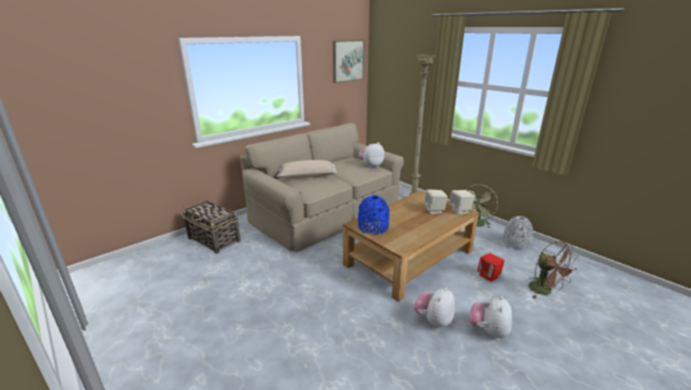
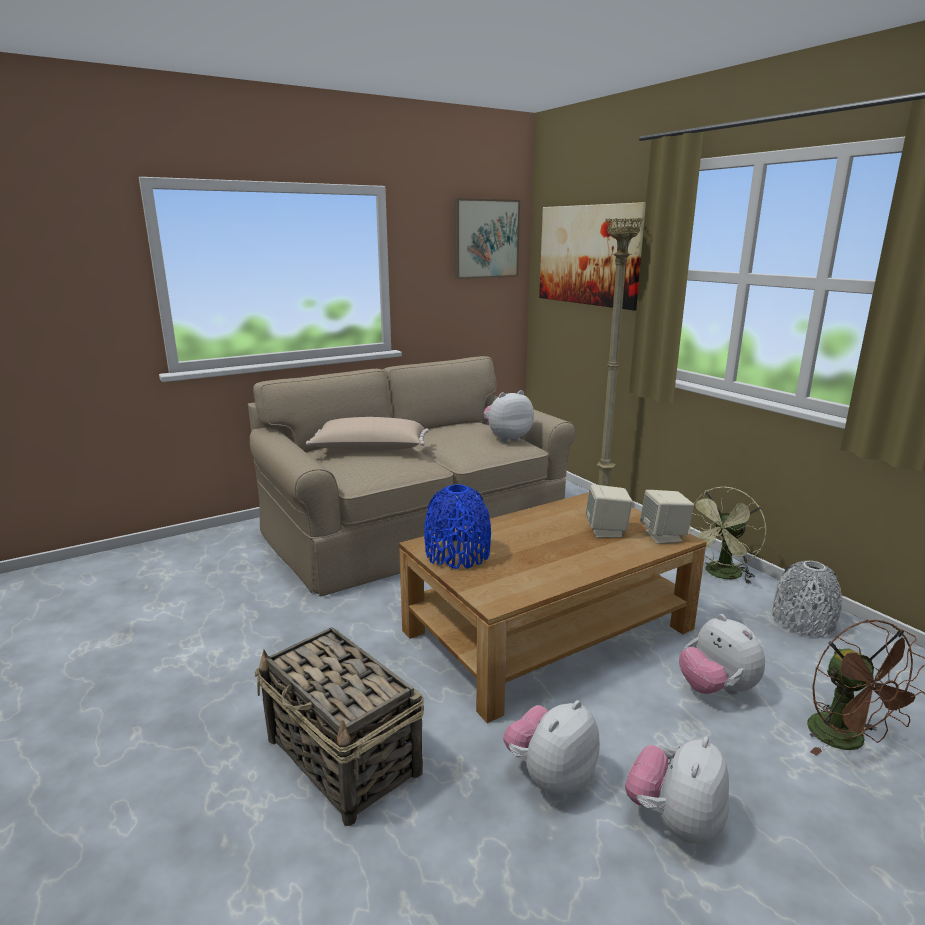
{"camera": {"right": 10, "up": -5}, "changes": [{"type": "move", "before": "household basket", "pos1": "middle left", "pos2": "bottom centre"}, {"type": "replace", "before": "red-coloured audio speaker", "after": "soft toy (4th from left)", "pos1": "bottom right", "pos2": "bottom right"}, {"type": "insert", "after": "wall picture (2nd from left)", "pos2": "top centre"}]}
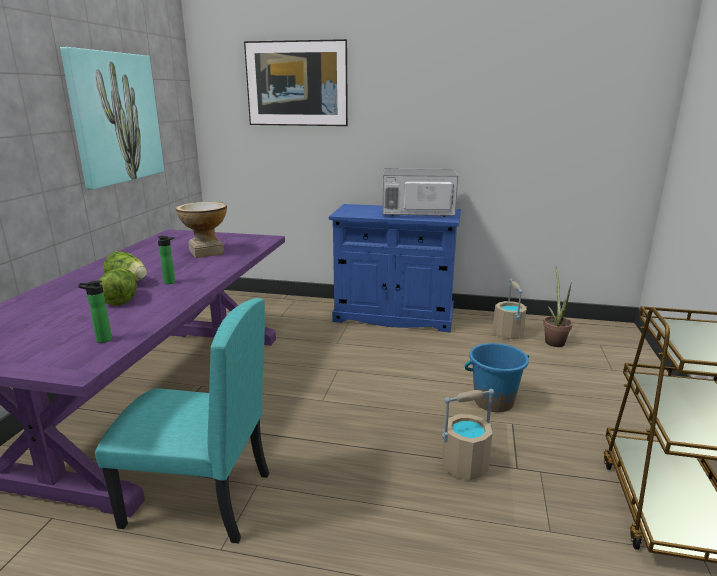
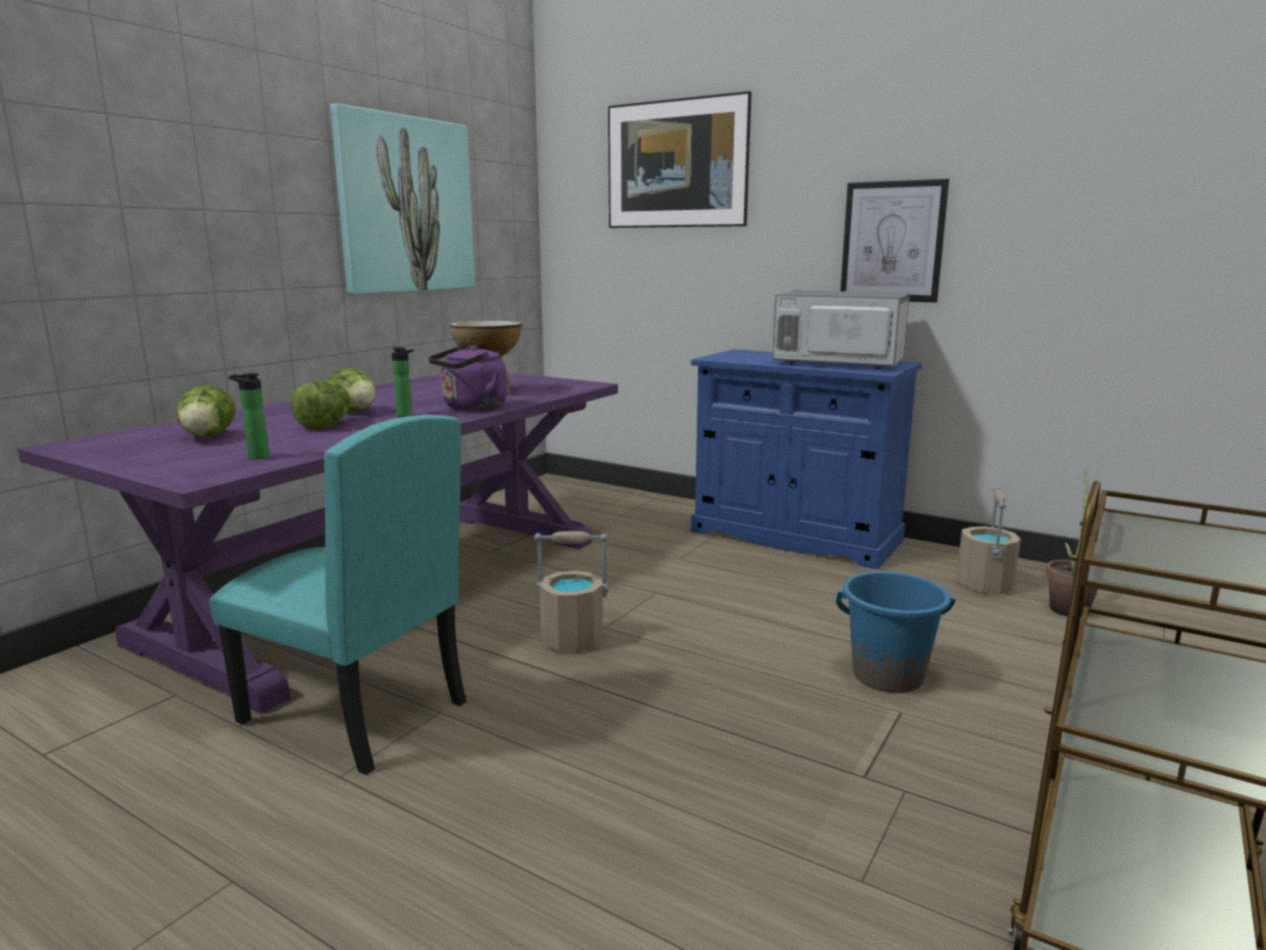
{"camera": {"right": 20, "up": -5}, "changes": [{"type": "move", "before": "beige-coloured pail (1st from left)", "pos1": "bottom centre", "pos2": "centre"}, {"type": "insert", "after": "lettuce (1st from left)", "pos2": "middle left"}, {"type": "insert", "after": "purple-coloured water kettle", "pos2": "centre"}, {"type": "insert", "after": "wall picture (3rd from left)", "pos2": "top right"}]}
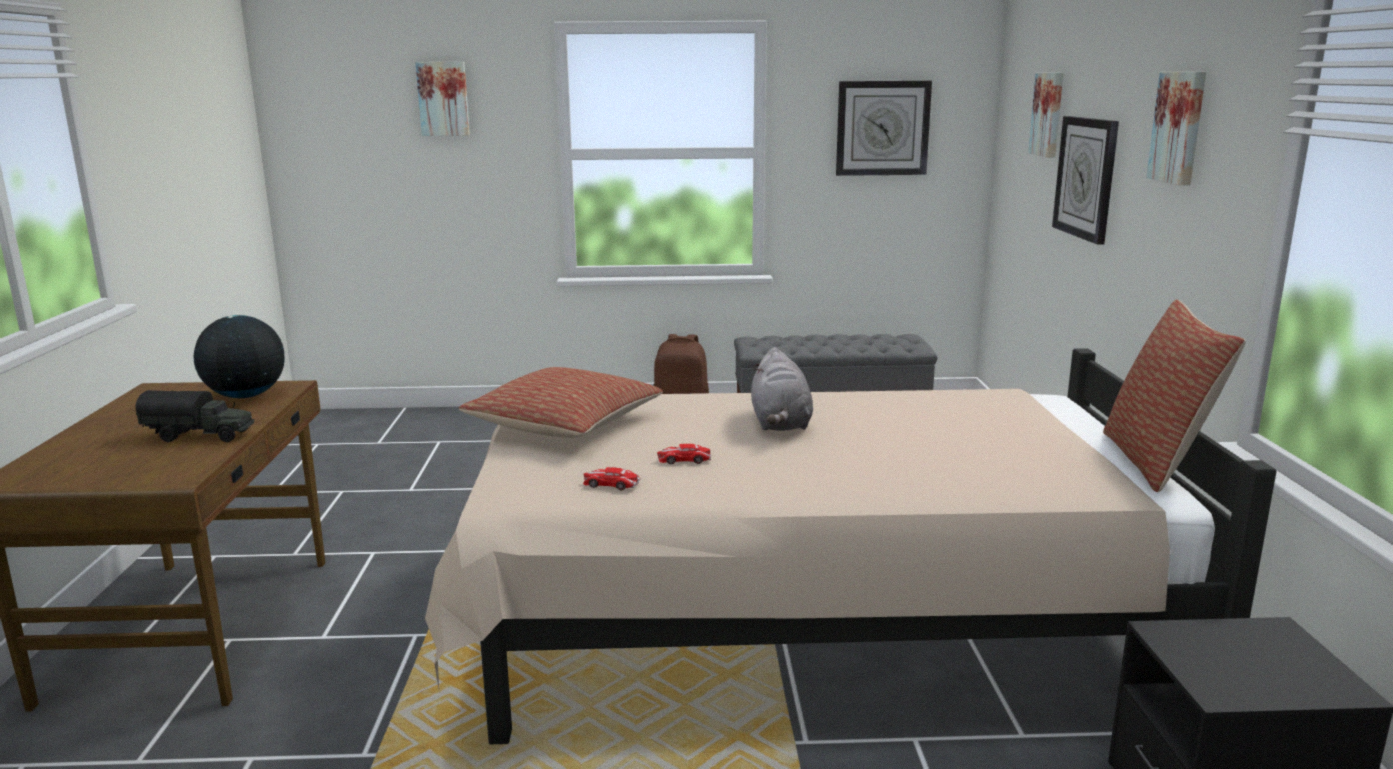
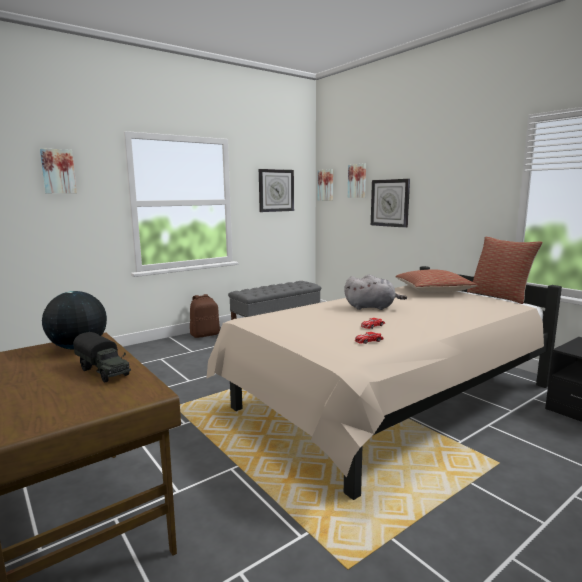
{"camera": {"right": -35, "up": -5}, "changes": [{"type": "rotate", "before": "model truck", "pos1": "middle left", "pos2": "middle left", "turn": 75}, {"type": "move", "before": "pillow (1st from left)", "pos1": "centre", "pos2": "middle right"}, {"type": "rotate", "before": "greyish soft toy", "pos1": "centre", "pos2": "centre", "turn": -45}, {"type": "move", "before": "wall picture (3rd from left in the first image)", "after": "wall picture (2nd from left)", "pos1": "top right", "pos2": "top centre"}]}
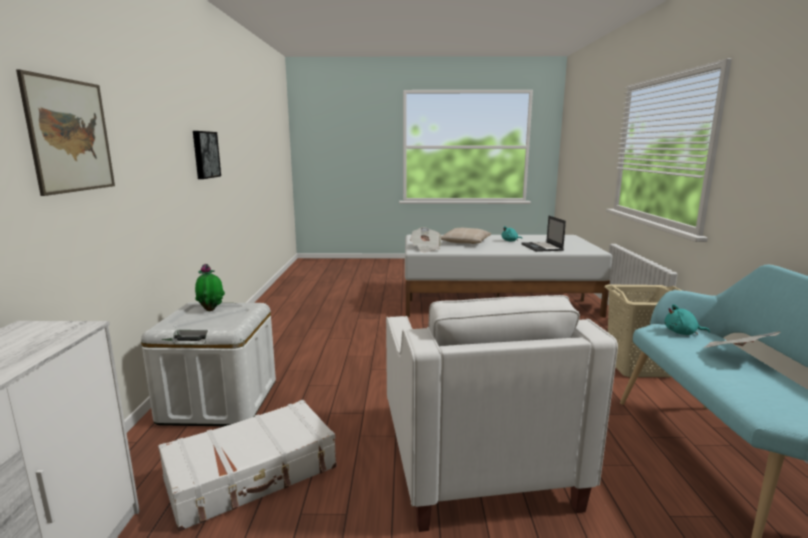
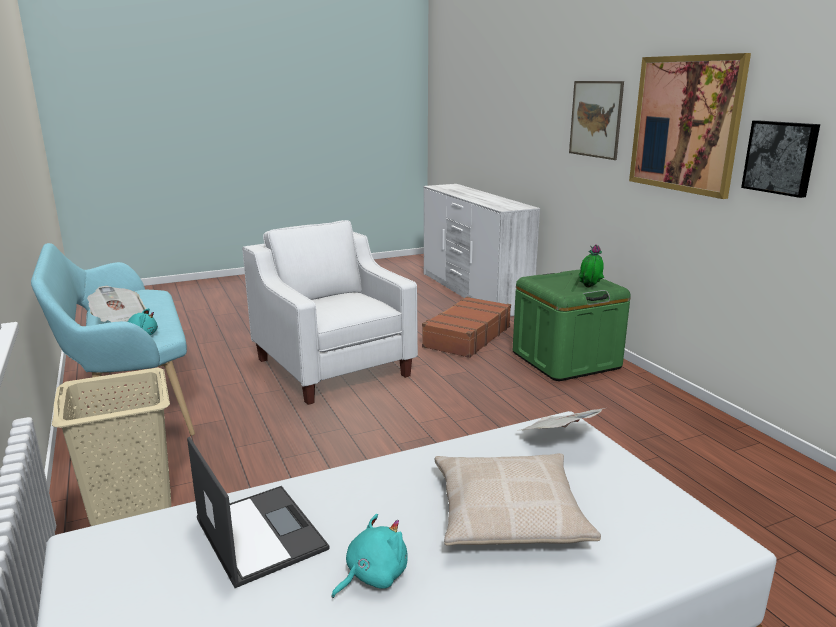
{"camera": {"right": 155, "up": 5}, "changes": [{"type": "recolor", "before": "whitish storage box", "after": "green storage box", "pos1": "bottom left", "pos2": "middle right"}, {"type": "recolor", "before": "whitish suitcase", "after": "brown-coloured suitcase", "pos1": "bottom left", "pos2": "centre"}, {"type": "insert", "after": "wall picture (2nd from left)", "pos2": "top right"}]}
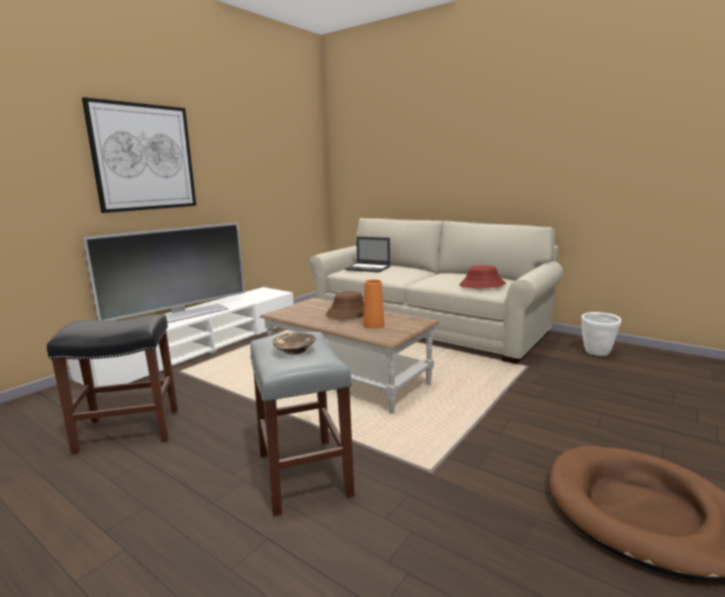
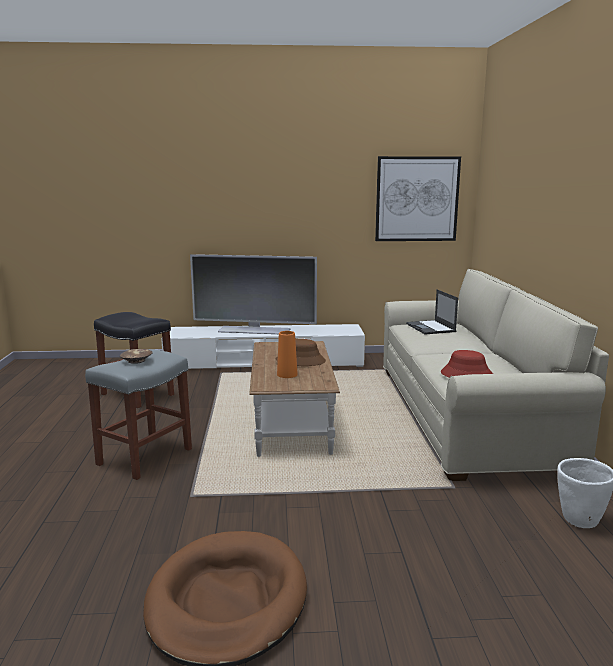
{"camera": {"right": 50, "up": 0}, "changes": [{"type": "move", "before": "wall picture", "pos1": "top left", "pos2": "top right"}]}
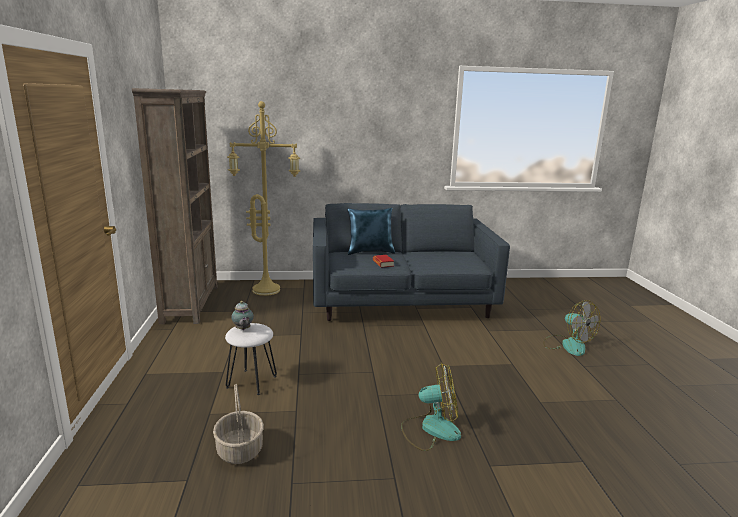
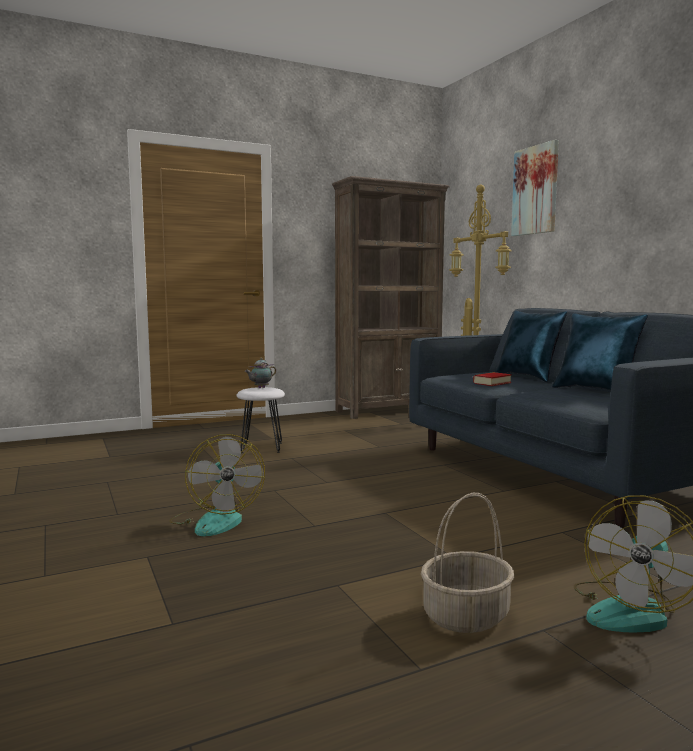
{"camera": {"right": 70, "up": -10}, "changes": [{"type": "move", "before": "household basket", "pos1": "bottom left", "pos2": "bottom right"}, {"type": "insert", "after": "wall picture", "pos2": "top right"}, {"type": "insert", "after": "blue pillow (2nd from left)", "pos2": "middle right"}]}
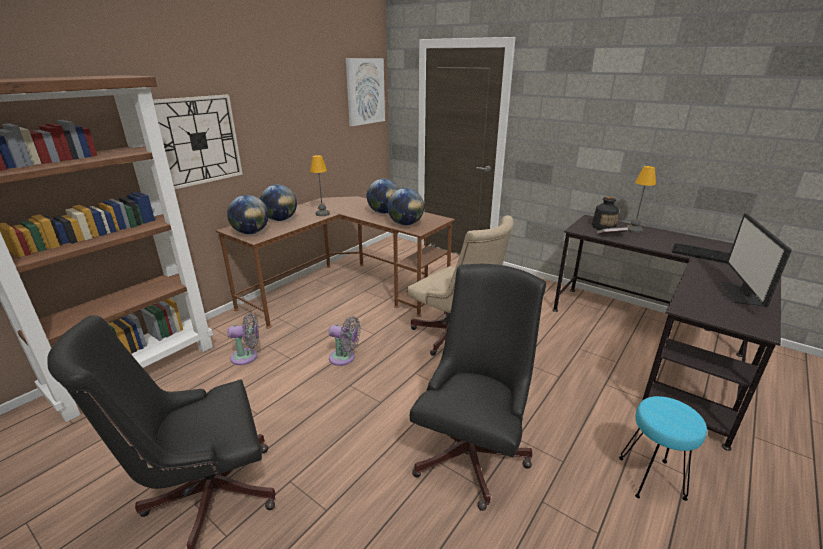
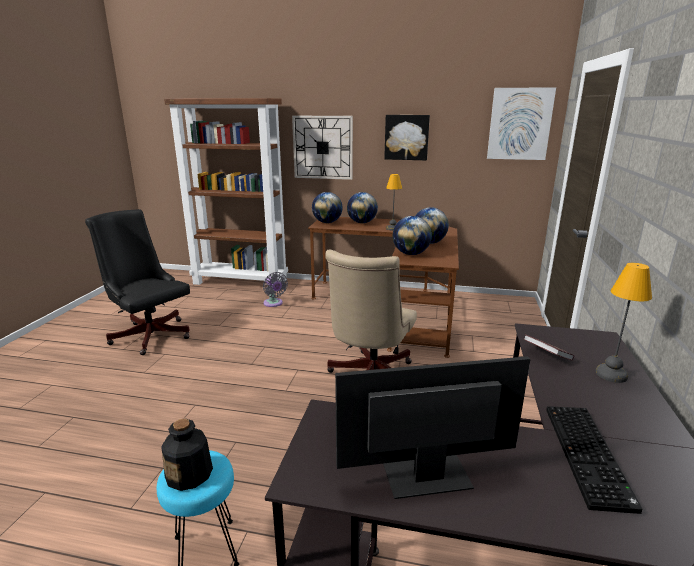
{"camera": {"right": 65, "up": -5}, "changes": [{"type": "delete", "before": "greyish fan (2nd from left)", "pos1": "centre"}, {"type": "delete", "before": "black-coloured office chair (2nd from left)", "pos1": "bottom centre"}, {"type": "move", "before": "beverage bottle", "pos1": "middle right", "pos2": "bottom left"}, {"type": "insert", "after": "wall picture (1st from left)", "pos2": "top centre"}]}
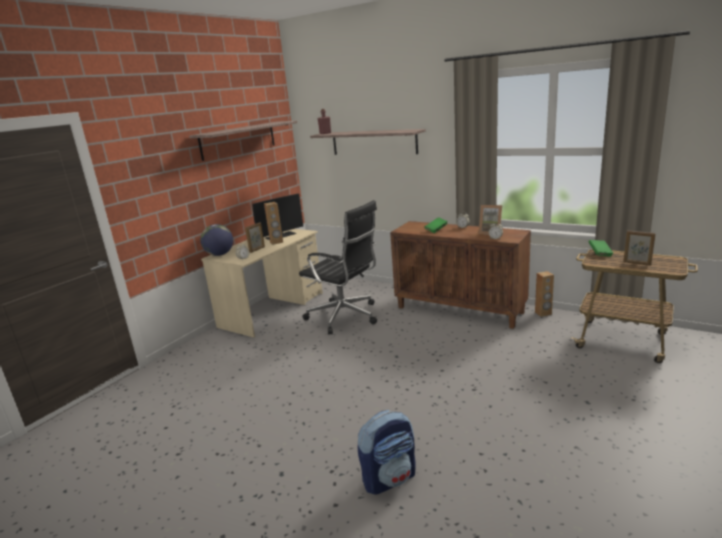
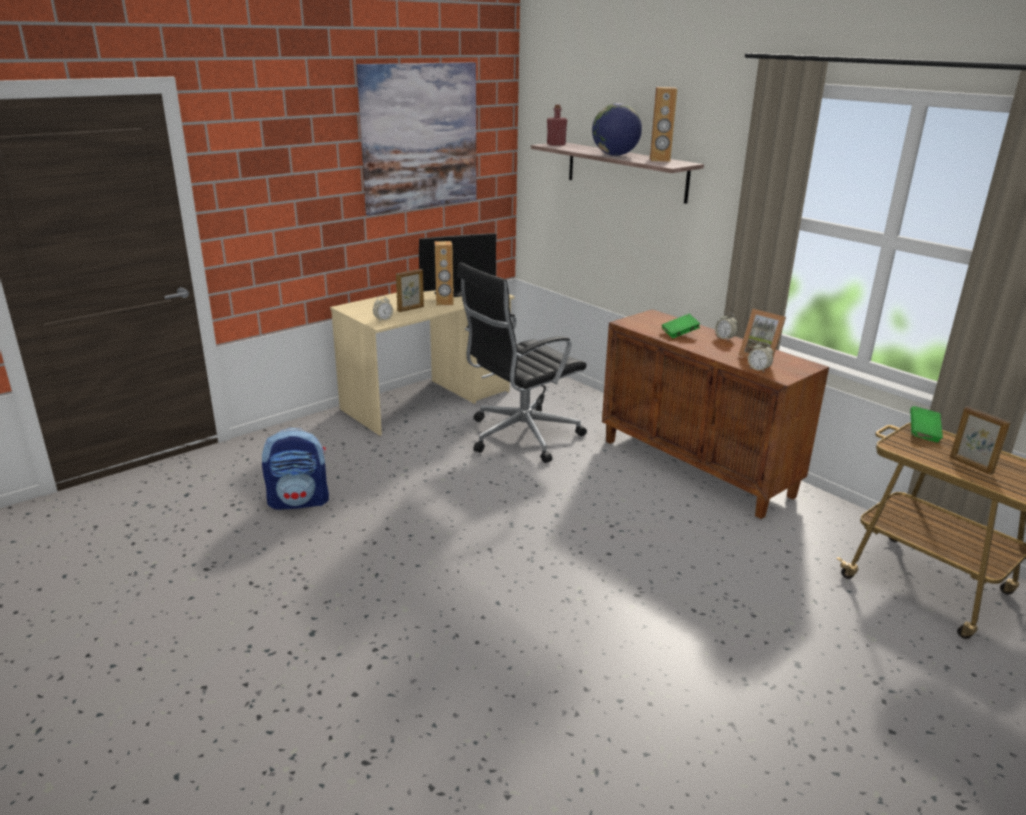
{"camera": {"right": 15, "up": 5}, "changes": [{"type": "replace", "before": "wall shelf (1st from left)", "after": "wall picture", "pos1": "top centre", "pos2": "top centre"}, {"type": "move", "before": "world globe", "pos1": "middle left", "pos2": "top centre"}, {"type": "rotate", "before": "black-coloured office chair", "pos1": "centre", "pos2": "centre", "turn": 90}, {"type": "move", "before": "rucksack", "pos1": "bottom centre", "pos2": "middle left"}, {"type": "move", "before": "brown-coloured audio speaker (2nd from left)", "pos1": "middle right", "pos2": "top centre"}]}
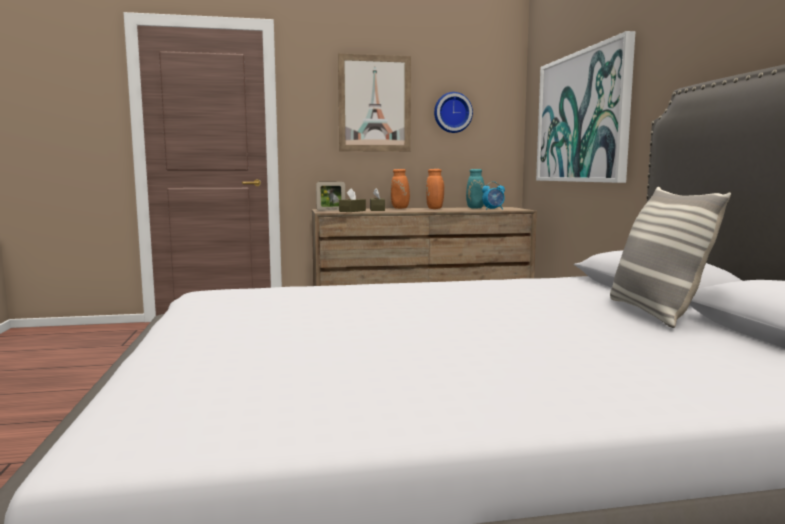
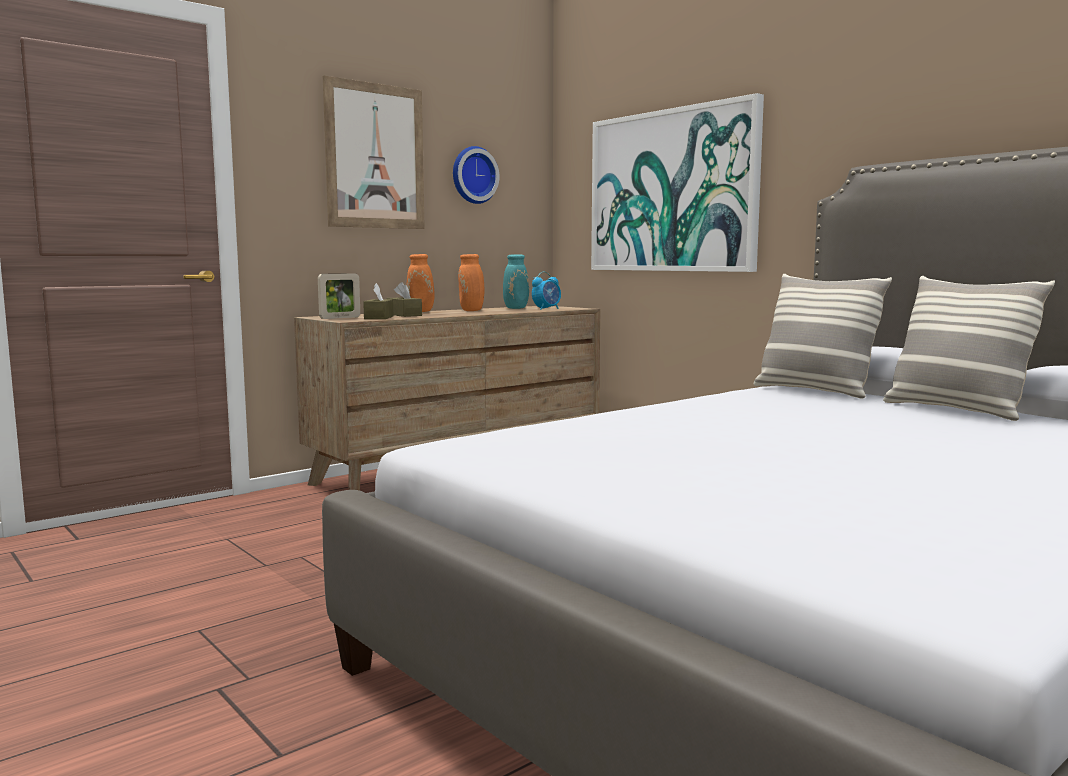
{"camera": {"right": -30, "up": 0}, "changes": [{"type": "insert", "after": "pillow (1st from left)", "pos2": "middle right"}]}
